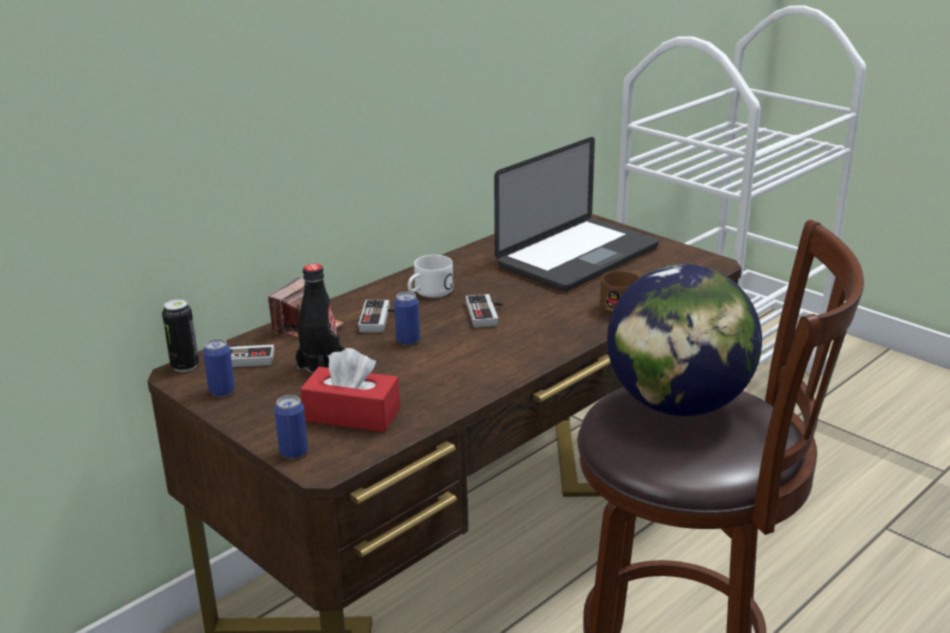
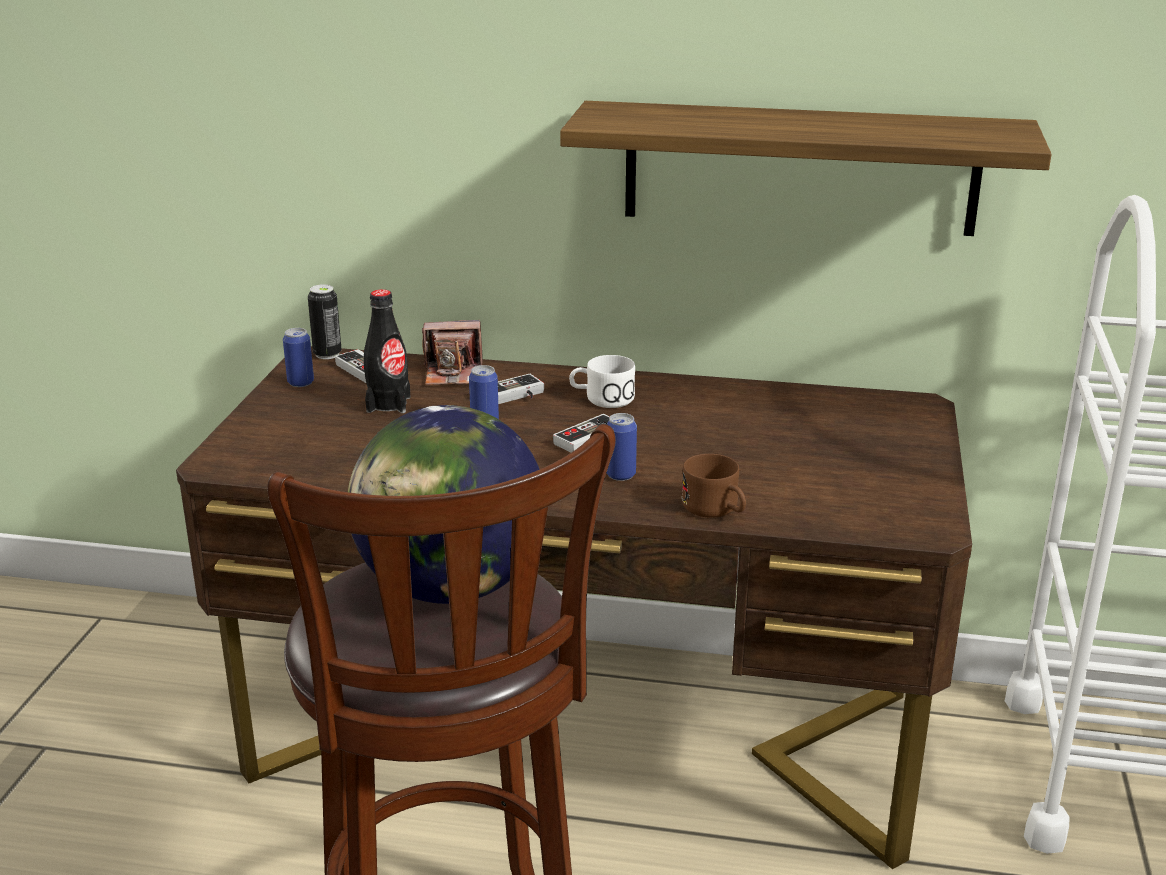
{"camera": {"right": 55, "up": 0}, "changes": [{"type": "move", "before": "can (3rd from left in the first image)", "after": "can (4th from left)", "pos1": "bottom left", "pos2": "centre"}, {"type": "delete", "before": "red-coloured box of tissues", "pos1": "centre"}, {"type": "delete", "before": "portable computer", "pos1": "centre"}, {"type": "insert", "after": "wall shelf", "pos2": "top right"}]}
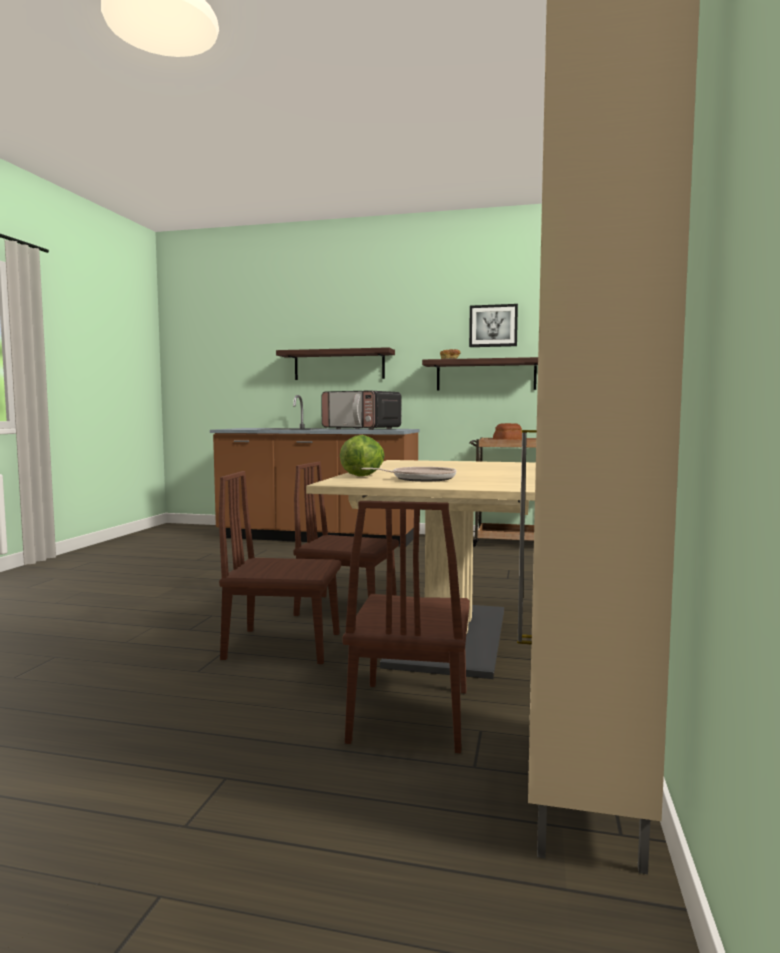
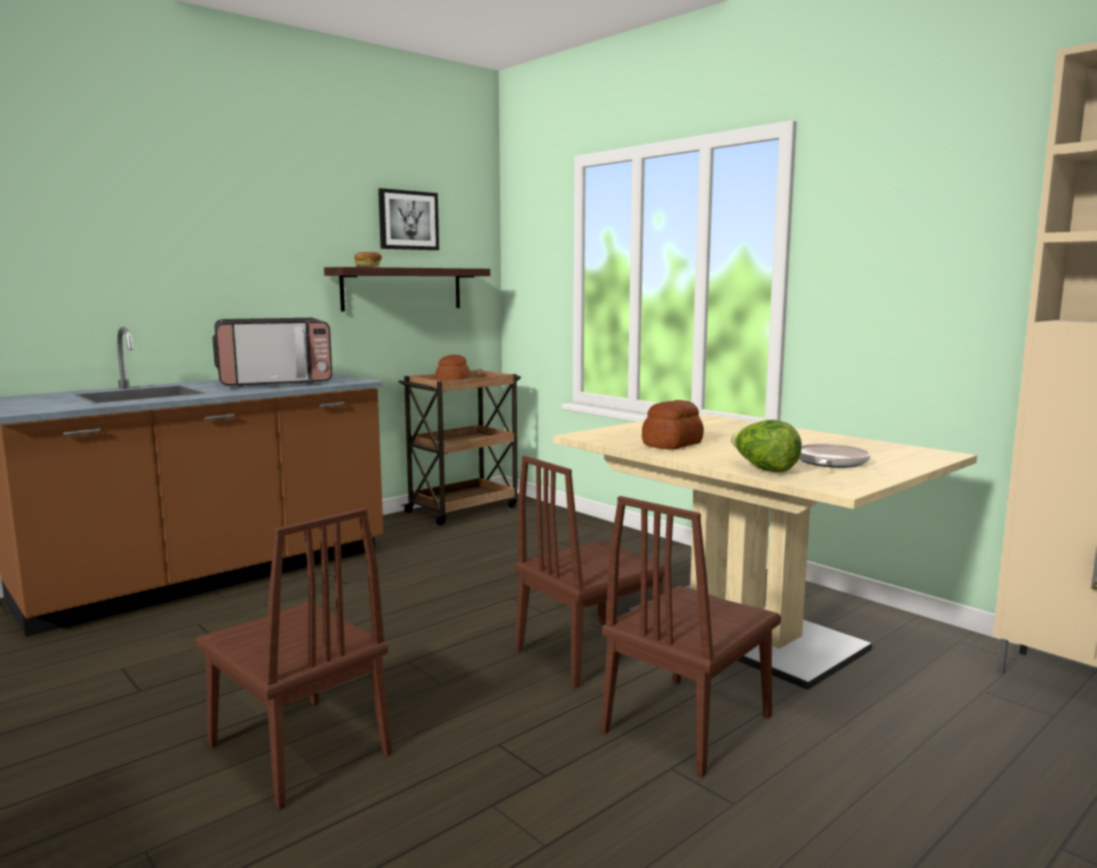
{"camera": {"right": -55, "up": 5}, "changes": [{"type": "delete", "before": "wall shelf (1st from left)", "pos1": "centre"}, {"type": "move", "before": "brown-coloured plain chair (3rd from left in the first image)", "after": "brown-coloured plain chair (1st from left)", "pos1": "centre", "pos2": "bottom left"}, {"type": "insert", "after": "baked bread (3rd from left)", "pos2": "centre"}]}
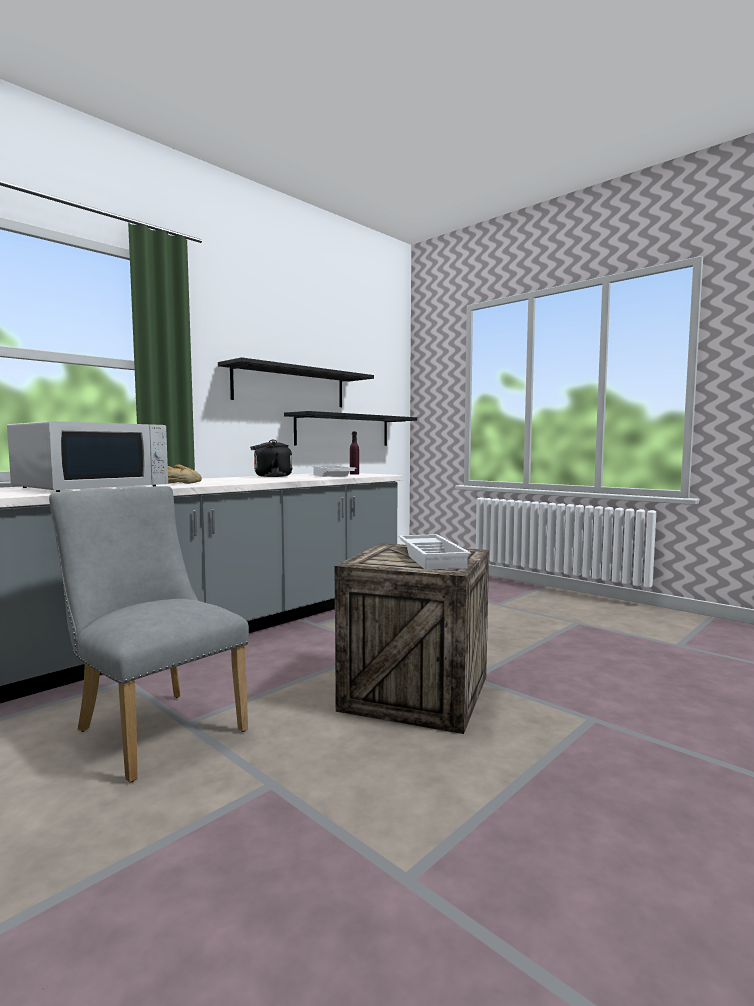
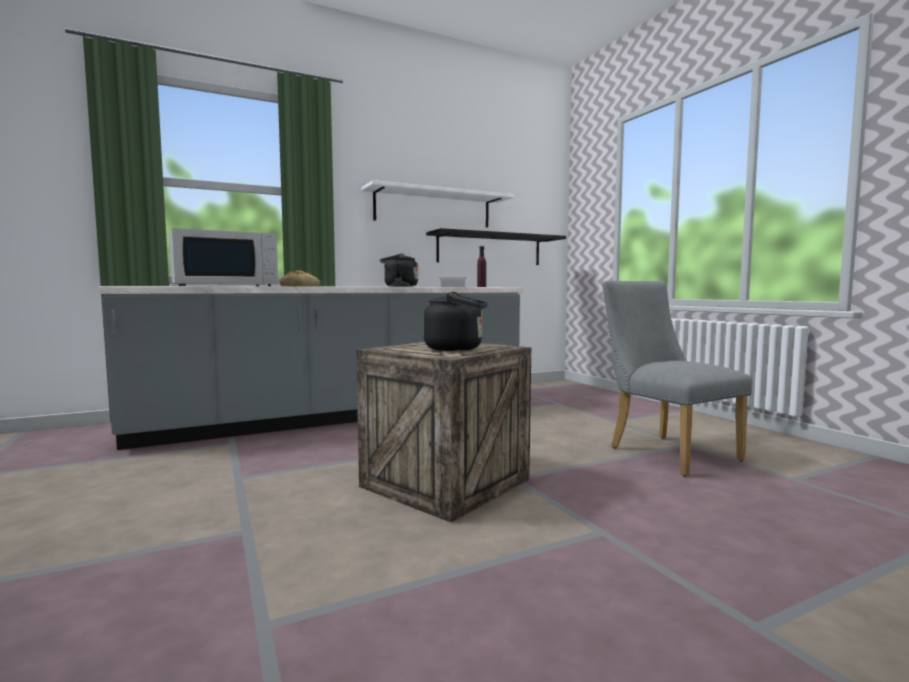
{"camera": {"right": 20, "up": 0}, "changes": [{"type": "move", "before": "greyish plain chair", "pos1": "middle left", "pos2": "middle right"}, {"type": "recolor", "before": "black-coloured wall shelf (1st from left)", "after": "whitish wall shelf", "pos1": "centre", "pos2": "top centre"}, {"type": "replace", "before": "whitish tray (2nd from left)", "after": "black-coloured water kettle (2nd from left)", "pos1": "centre", "pos2": "centre"}]}
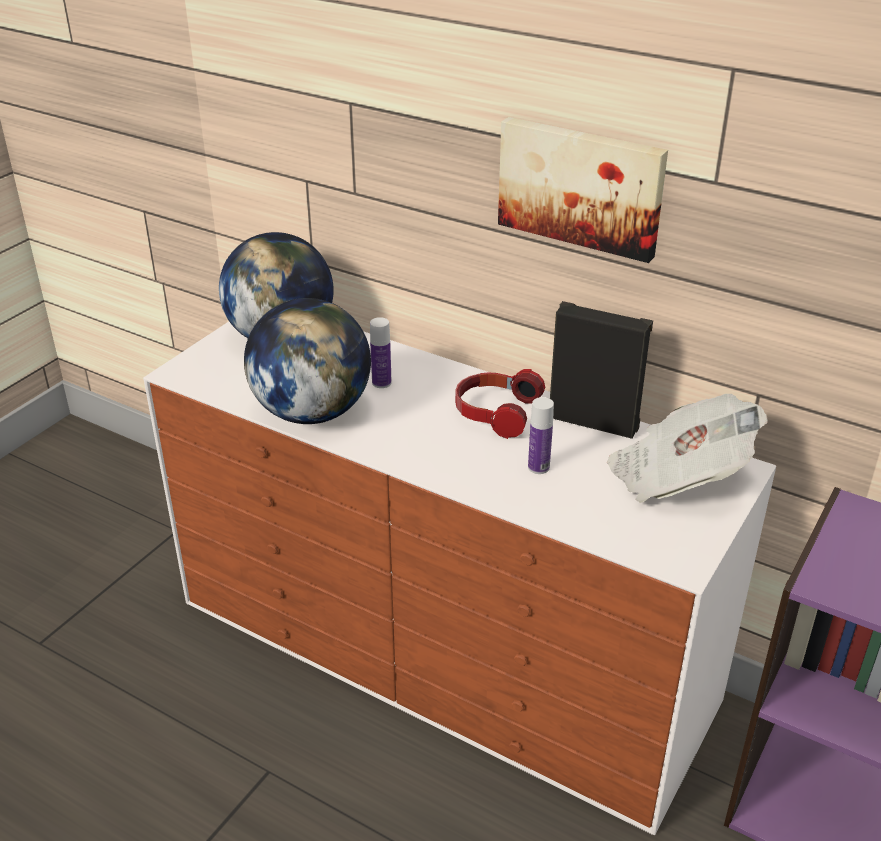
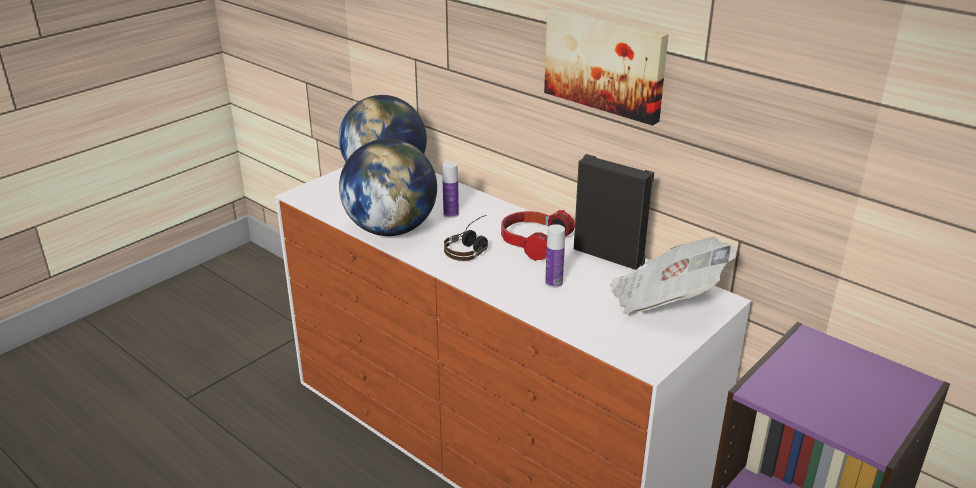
{"camera": {"right": 10, "up": -5}, "changes": [{"type": "insert", "after": "headset (1st from left)", "pos2": "centre"}]}
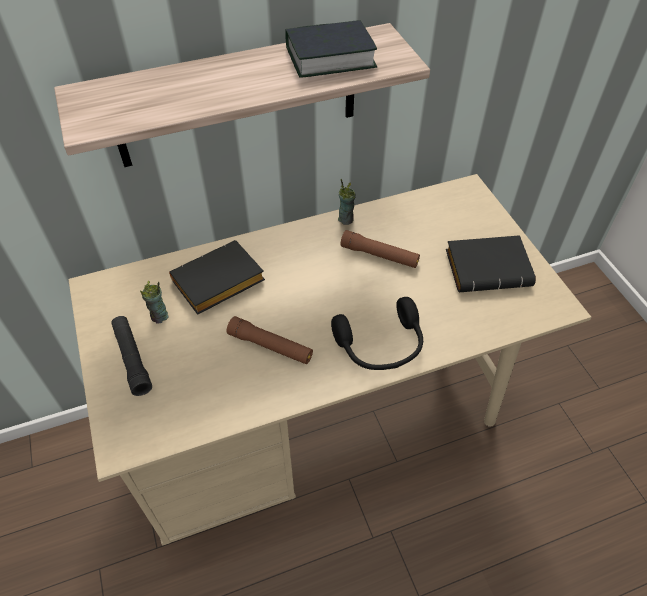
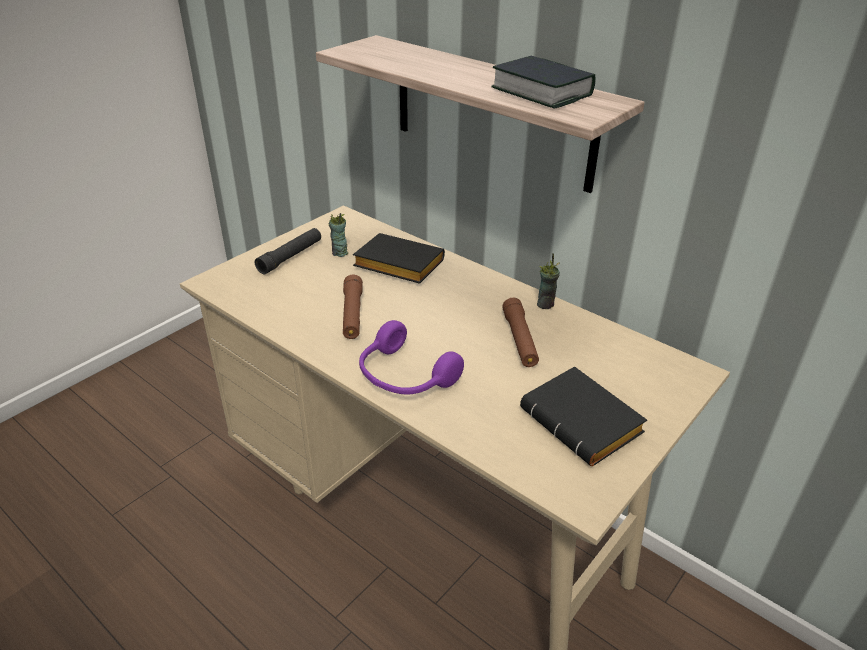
{"camera": {"right": 60, "up": -15}, "changes": [{"type": "recolor", "before": "black-coloured headset", "after": "purple-coloured headset", "pos1": "centre", "pos2": "centre"}]}
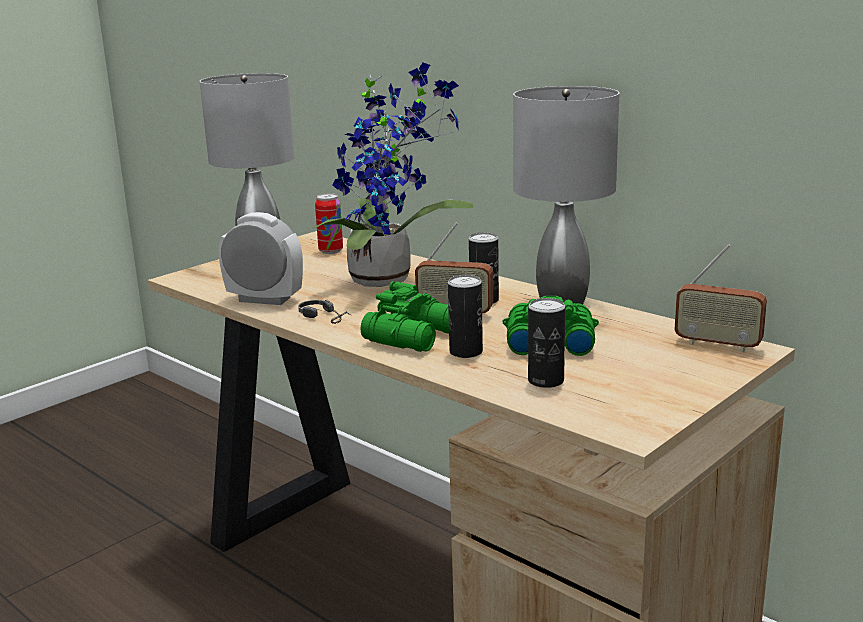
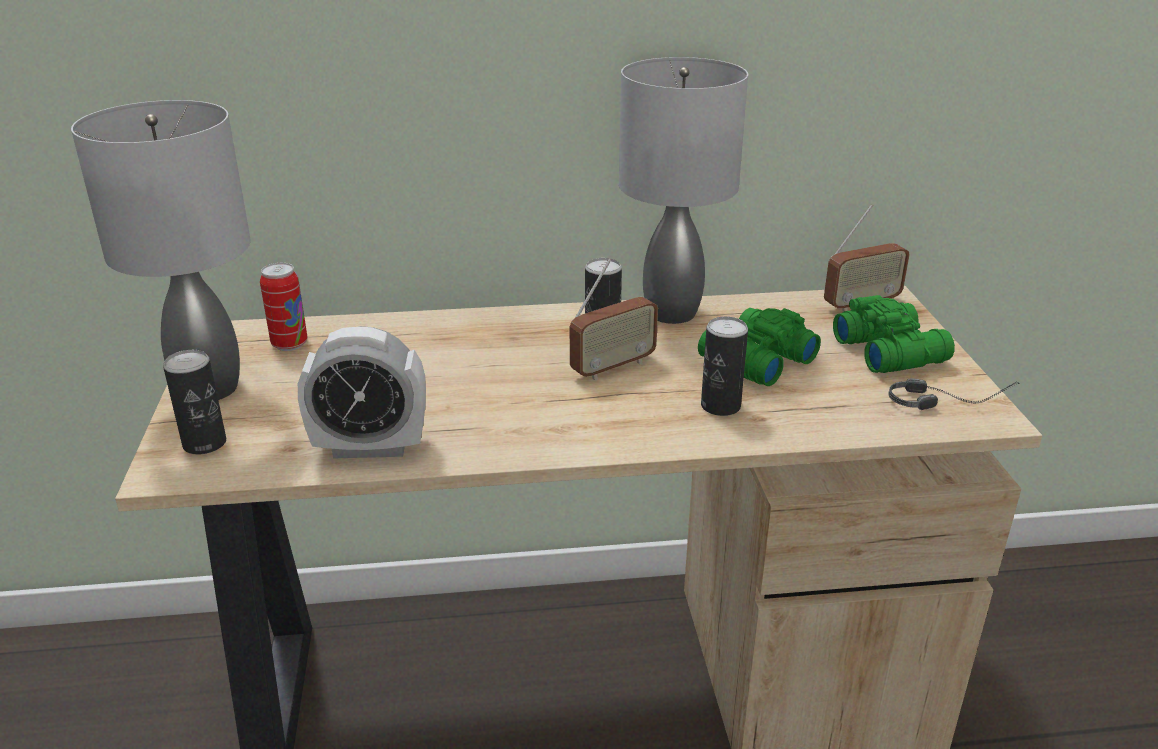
{"camera": {"right": -50, "up": 10}, "changes": [{"type": "rotate", "before": "alarm clock", "pos1": "middle left", "pos2": "middle left", "turn": -150}, {"type": "move", "before": "headset", "pos1": "centre", "pos2": "middle right"}, {"type": "delete", "before": "houseplant", "pos1": "top centre"}, {"type": "move", "before": "green pair of binoculars (1st from left in the first image)", "after": "green pair of binoculars (2nd from left)", "pos1": "centre", "pos2": "middle right"}, {"type": "move", "before": "can (4th from left in the first image)", "after": "can (1st from left)", "pos1": "centre", "pos2": "middle left"}]}
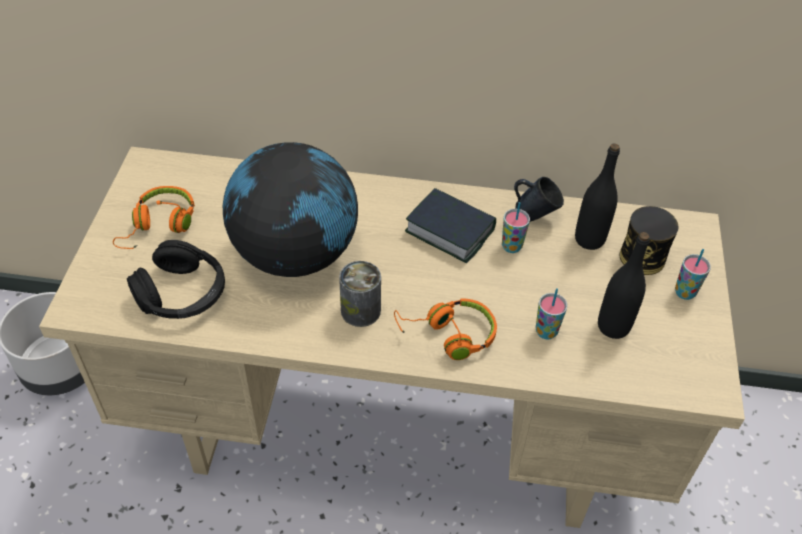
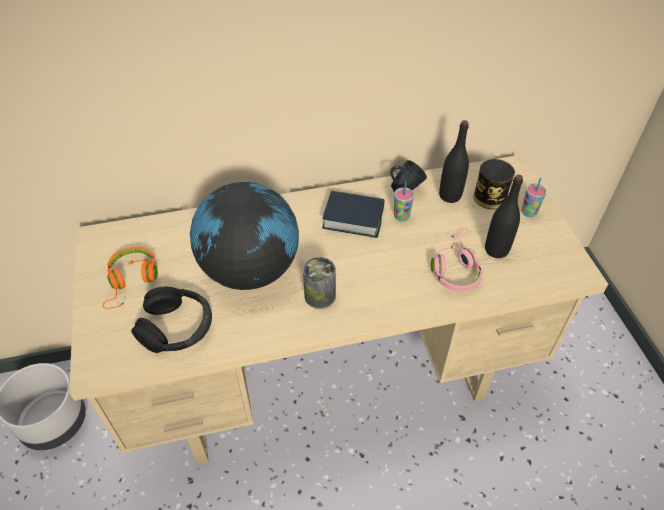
{"camera": {"right": -20, "up": 0}, "changes": [{"type": "delete", "before": "orangey headset (2nd from left)", "pos1": "centre"}, {"type": "replace", "before": "drinking cup (2nd from left)", "after": "pinkish headset", "pos1": "middle right", "pos2": "middle right"}]}
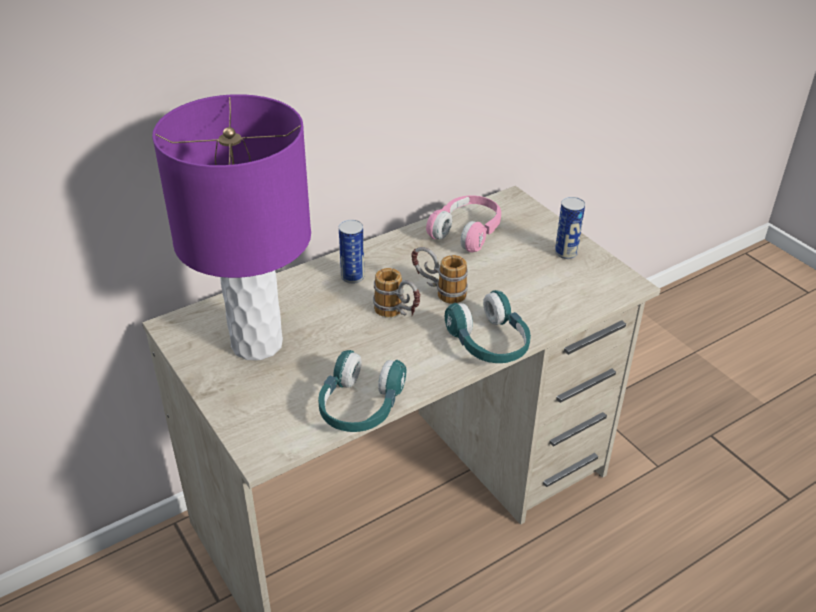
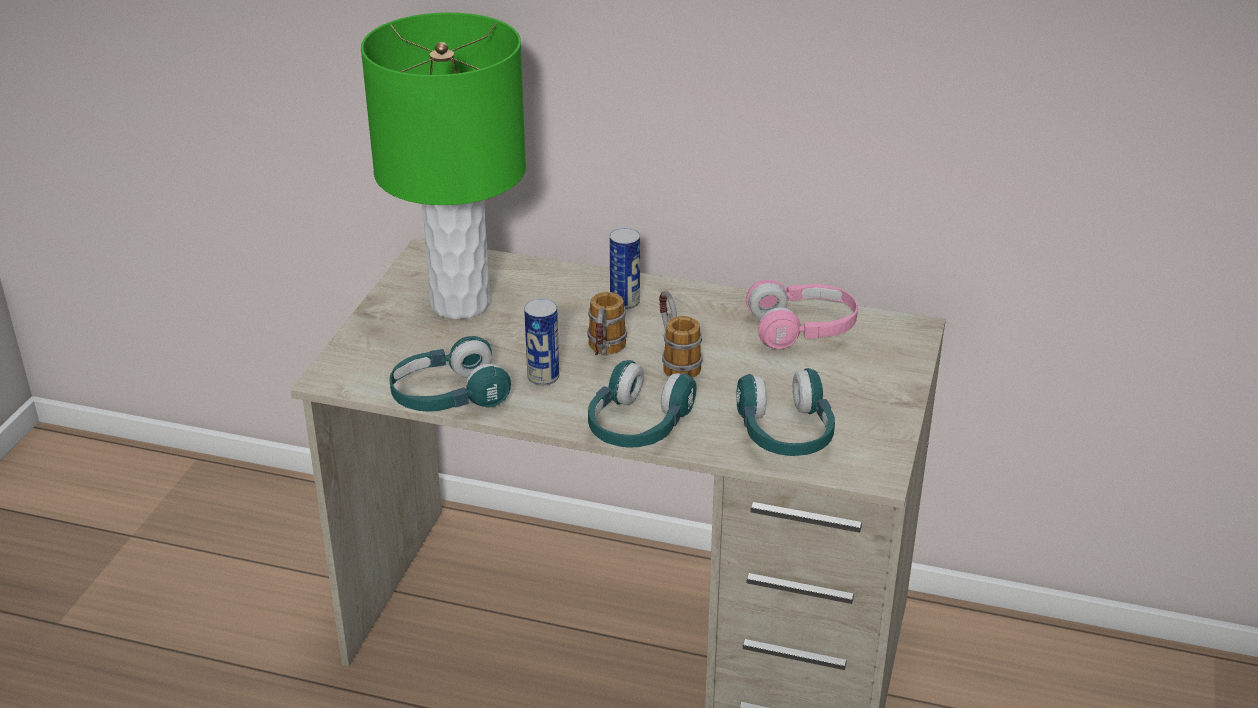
{"camera": {"right": 50, "up": -5}, "changes": [{"type": "recolor", "before": "purple-coloured lamp for a table", "after": "green lamp for a table", "pos1": "middle left", "pos2": "top centre"}, {"type": "move", "before": "can (2nd from left in the first image)", "after": "can (1st from left)", "pos1": "middle right", "pos2": "centre"}, {"type": "insert", "after": "turquoise headset (3rd from left)", "pos2": "centre"}]}
